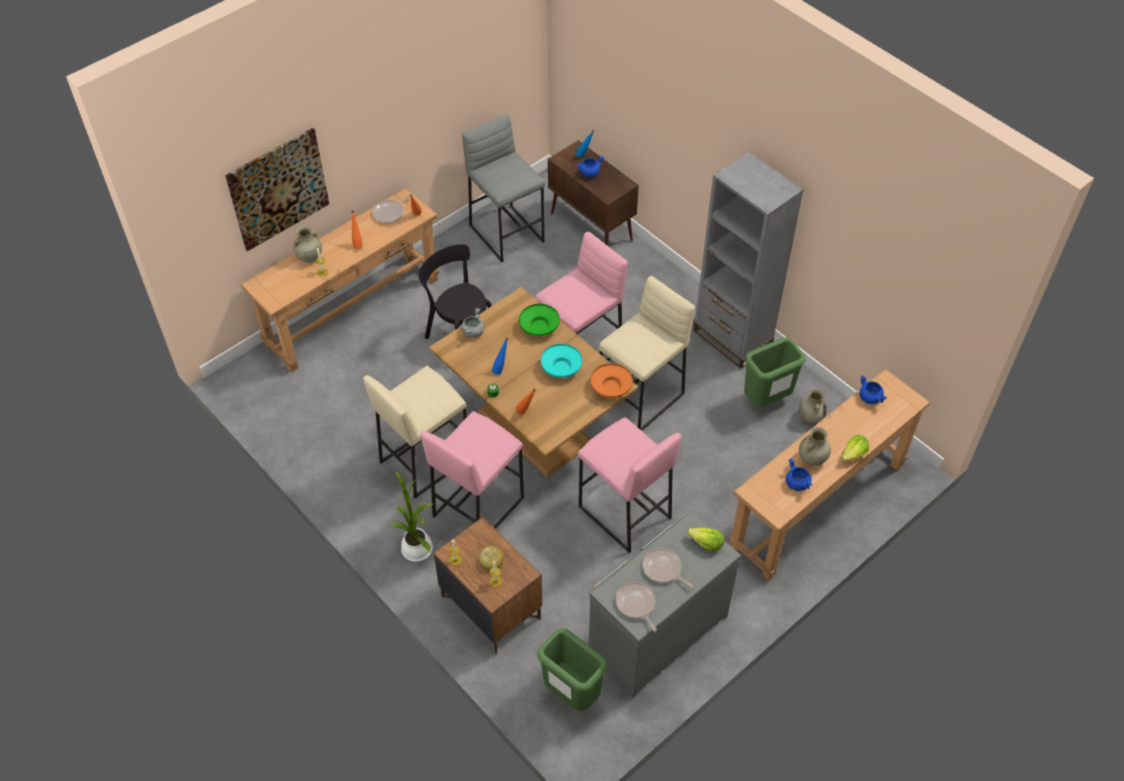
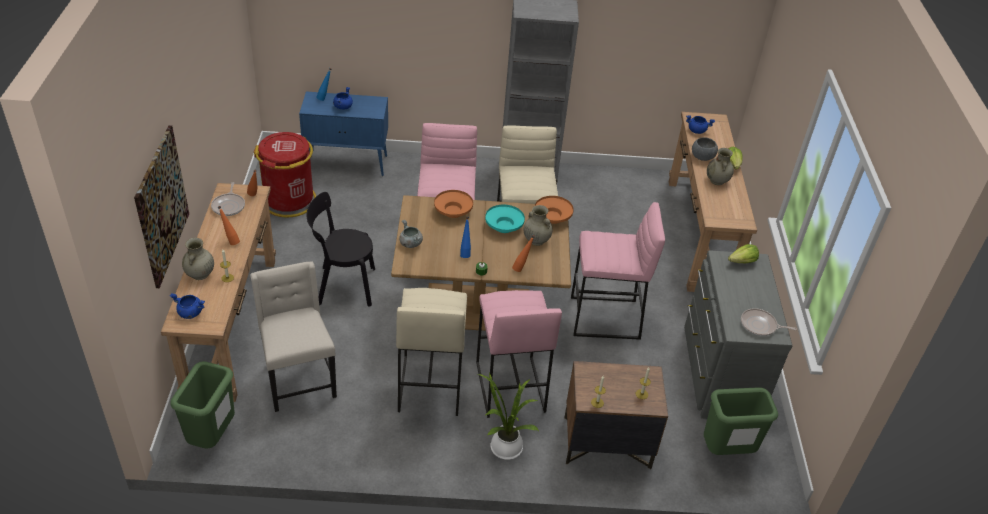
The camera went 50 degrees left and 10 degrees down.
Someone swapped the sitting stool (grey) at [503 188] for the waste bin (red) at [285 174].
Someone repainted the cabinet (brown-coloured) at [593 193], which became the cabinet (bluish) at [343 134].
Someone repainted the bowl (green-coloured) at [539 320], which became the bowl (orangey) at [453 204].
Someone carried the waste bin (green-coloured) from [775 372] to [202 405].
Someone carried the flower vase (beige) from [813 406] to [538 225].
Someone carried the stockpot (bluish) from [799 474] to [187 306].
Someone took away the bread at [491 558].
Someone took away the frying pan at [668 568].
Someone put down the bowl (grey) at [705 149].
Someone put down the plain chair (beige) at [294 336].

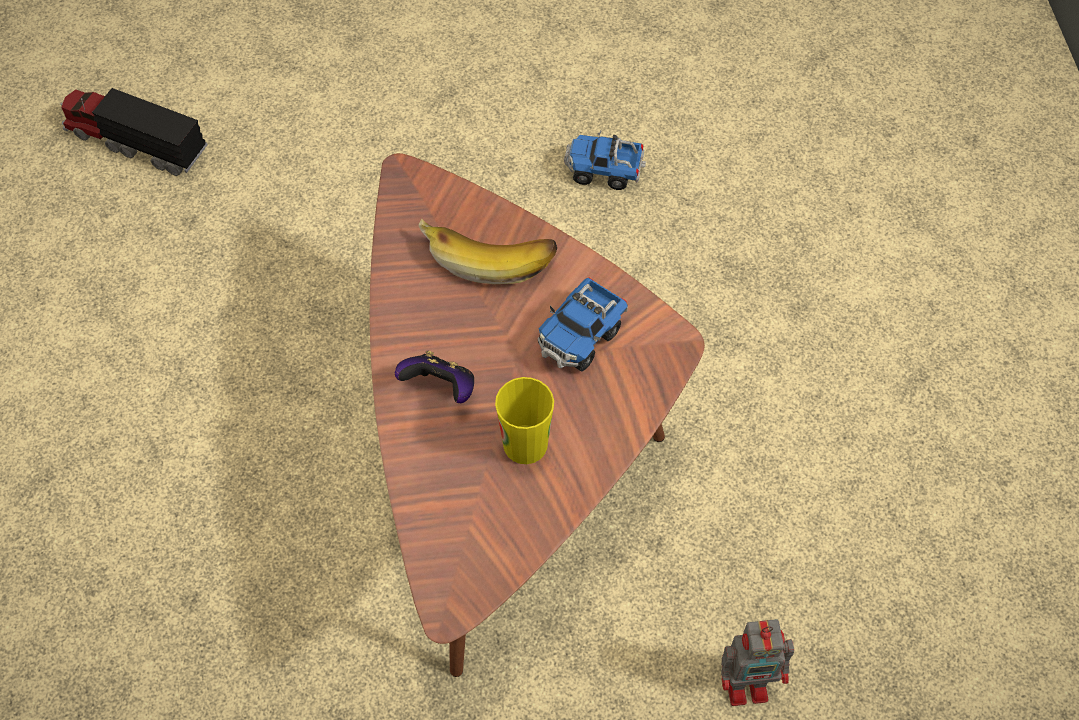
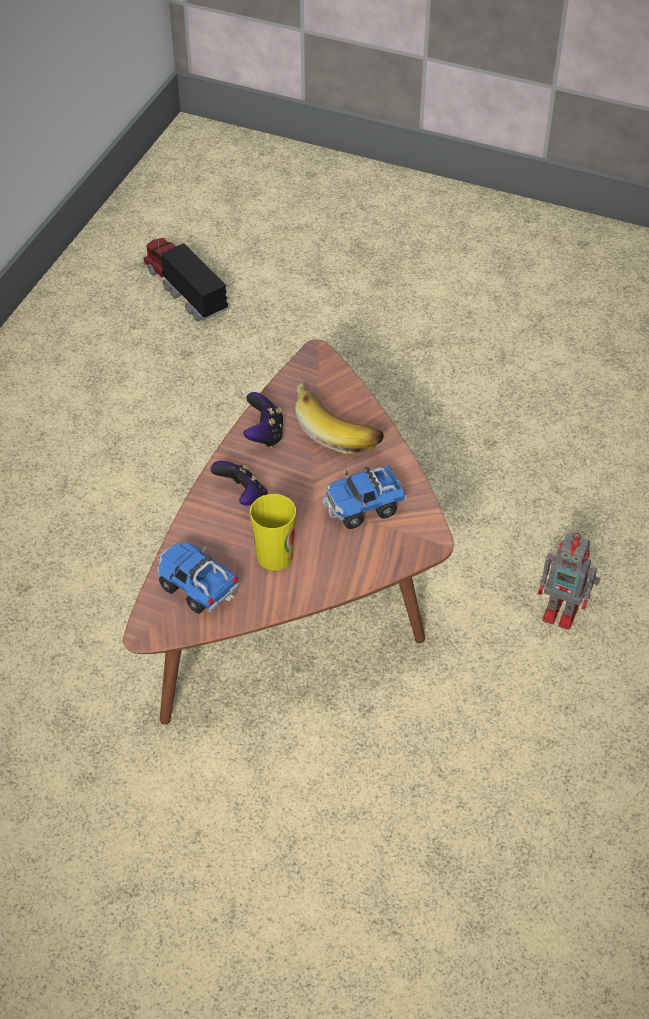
The camera went 30 degrees right and 10 degrees down.
Someone carried the toy lorry from [605 160] to [198 578].
Someone carried the robot figure from [757 662] to [568 581].
Someone put down the game controller at [263 420].

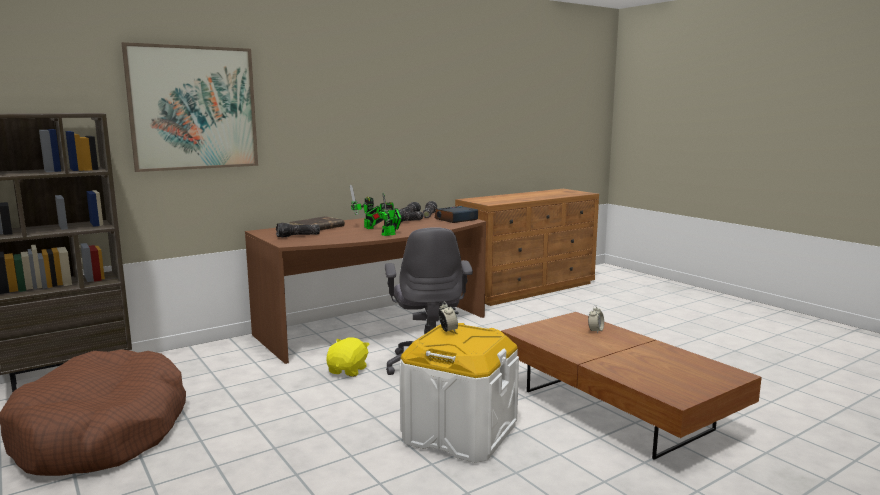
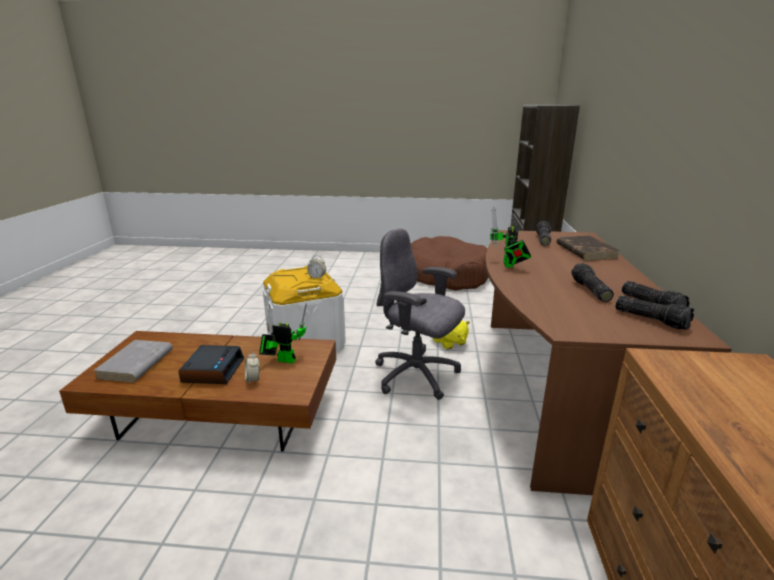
The camera went 130 degrees right and 10 degrees up.
Someone took away the wall picture at [190 107].
Someone carried the robot figure from [366 207] to [283 333].
Someone carried the table clock from [456 214] to [211 364].
Someone put down the volume (grey) at [133 361].

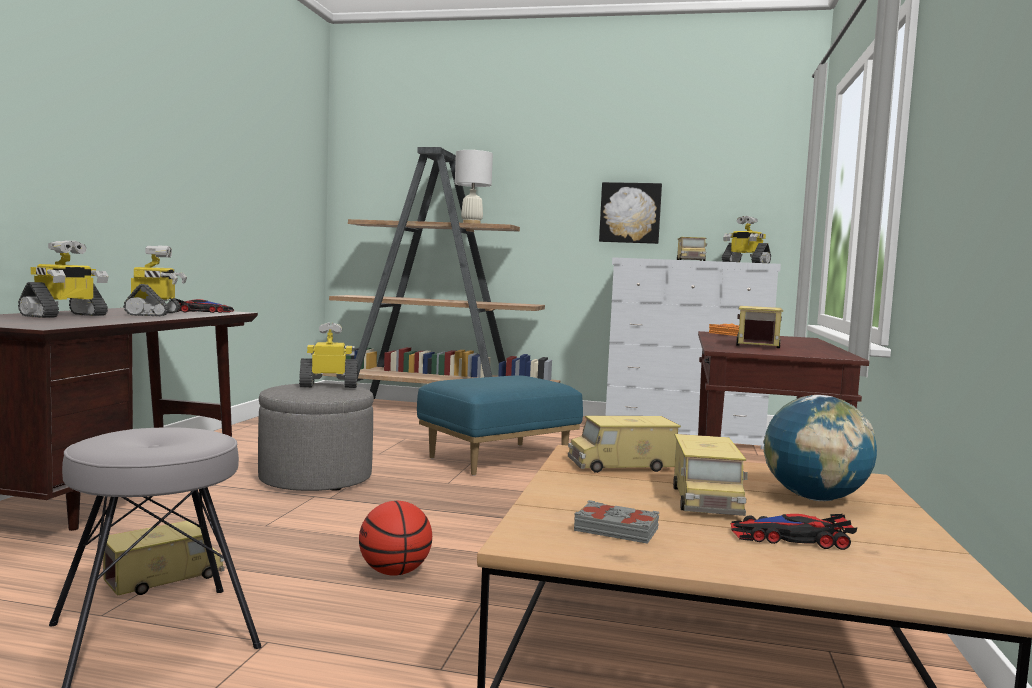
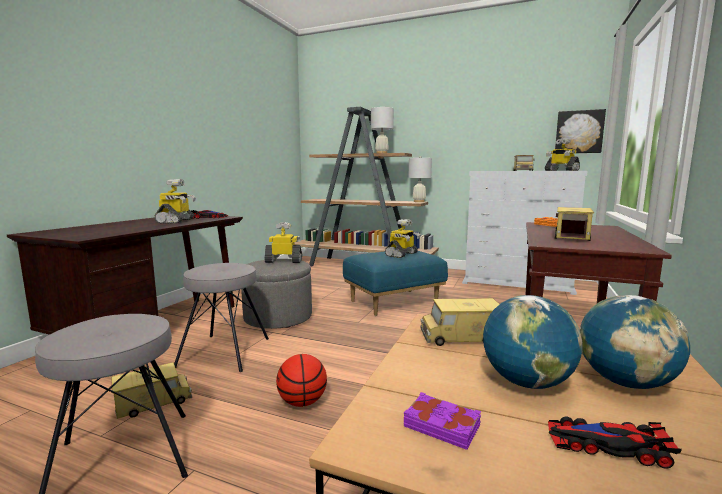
The camera went 10 degrees right and 5 degrees up.
Someone carried the wall picture from [630 213] to [580 131].
Someone carried the robot figure from [63 279] to [403 238].
Someone swapped the toy lorry at [710 475] for the globe at [532 342].
Someone repainted the volume (grey) at [616 522], which became the volume (purplish) at [442 421].
Someone put down the table lamp (whitish) at [420 179].
Someone put down the sitting stool (grey) at [221 317].

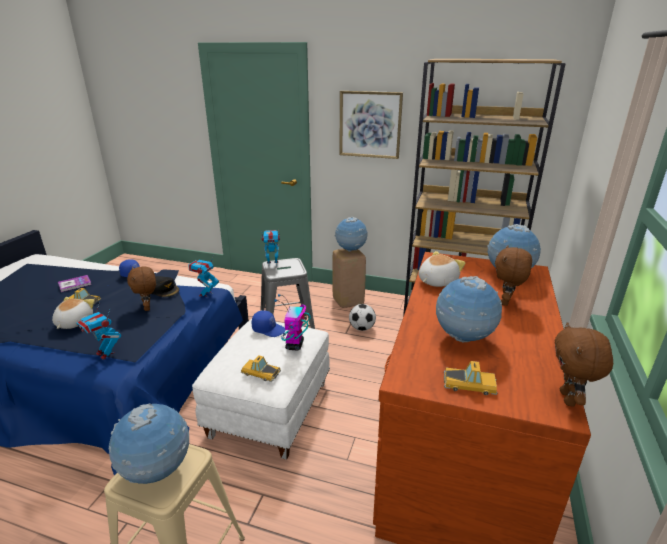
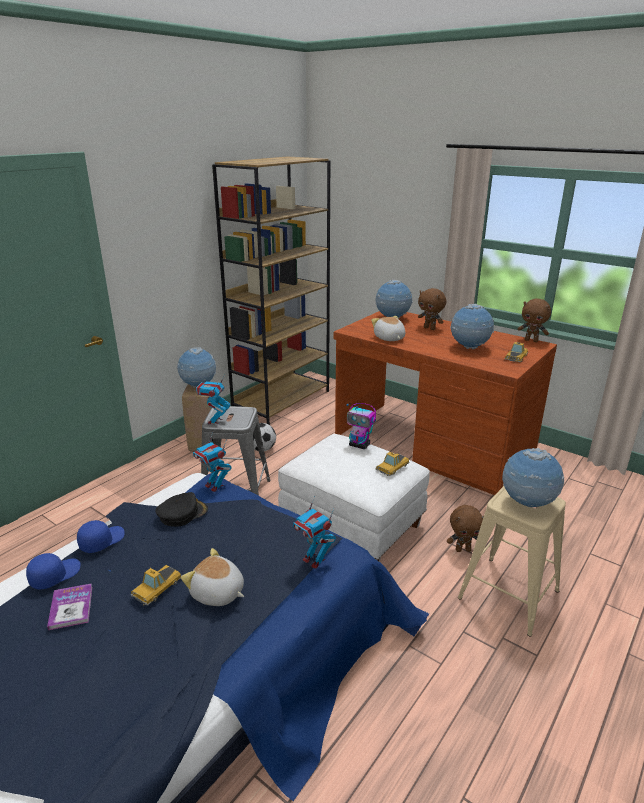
The camera went 70 degrees left and 0 degrees up.
Someone took away the wall picture at [371 125].
Someone carried the plush toy (brown-coloured) from [141 288] to [465 528].
Someone rotated the robot figure at [98 330] by 75 degrees clockwise.
Someone carried the baseball cap (bluish) from [269 323] to [53 571].

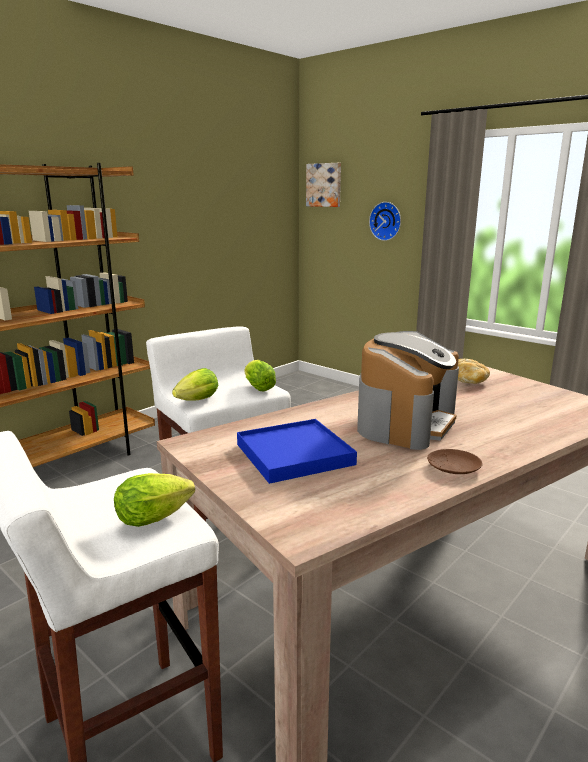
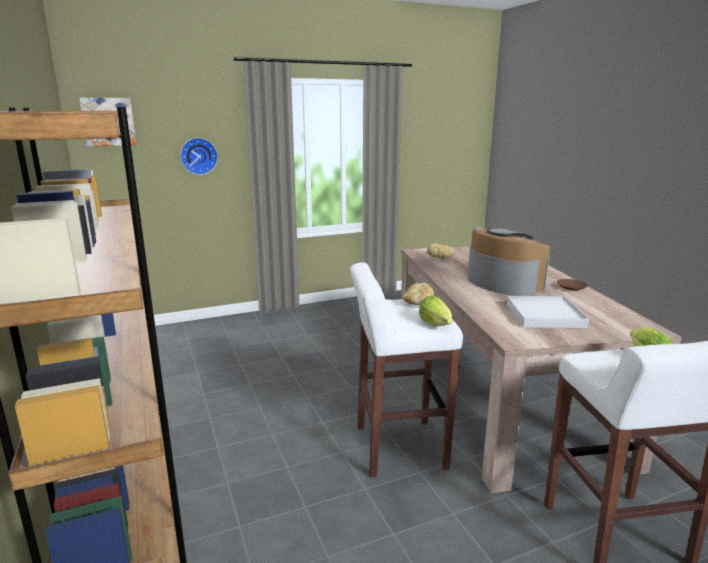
The camera went 65 degrees left and 0 degrees up.
Someone swapped the lettuce head at [260 375] for the bread at [419 294].
Someone repainted the tray (bluish) at [297 451], which became the tray (whitish) at [548 312].

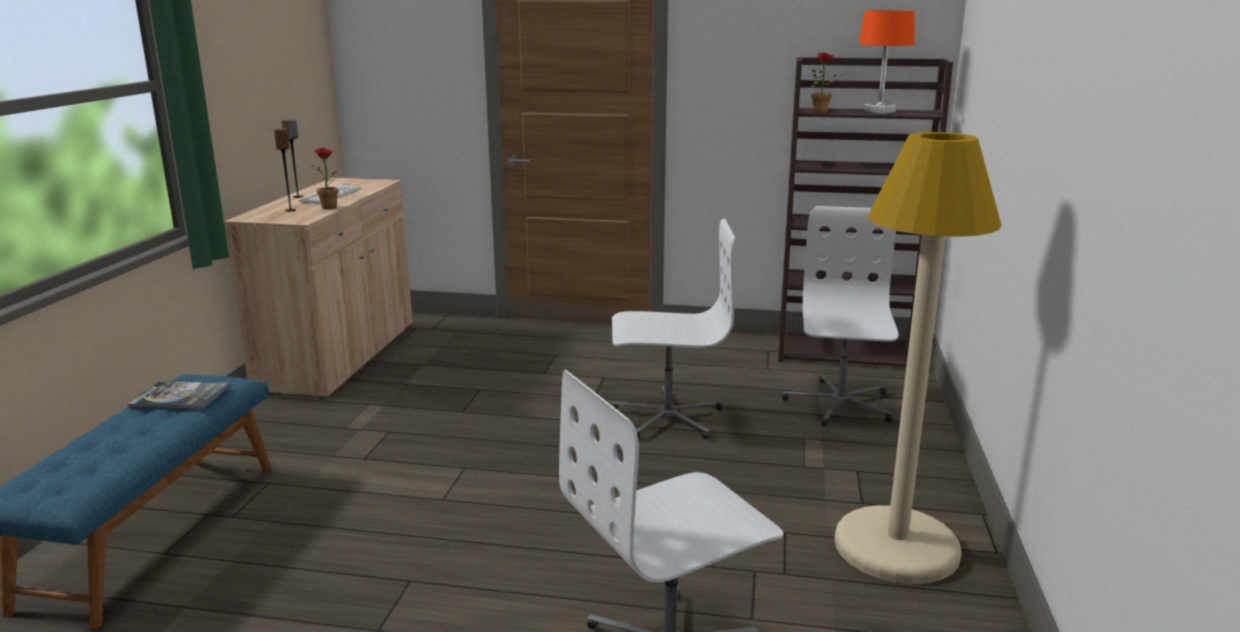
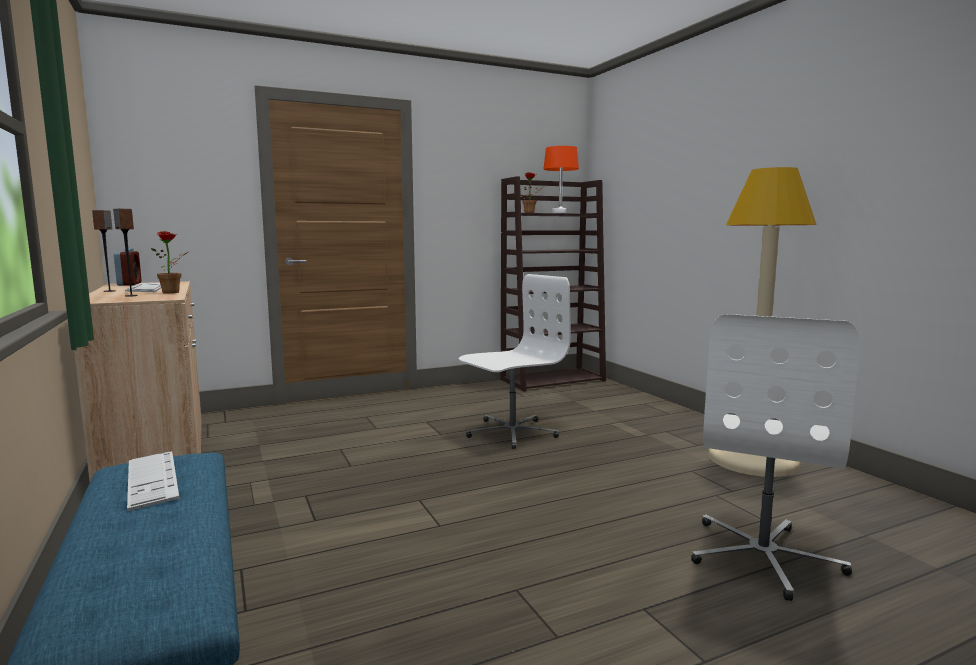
The camera went 35 degrees left and 10 degrees down.
Someone took away the office chair (whitish) at [840 316].
Someone swapped the volume at [179 395] for the PC keyboard at [153 481].
Someone put down the table clock at [128 267].

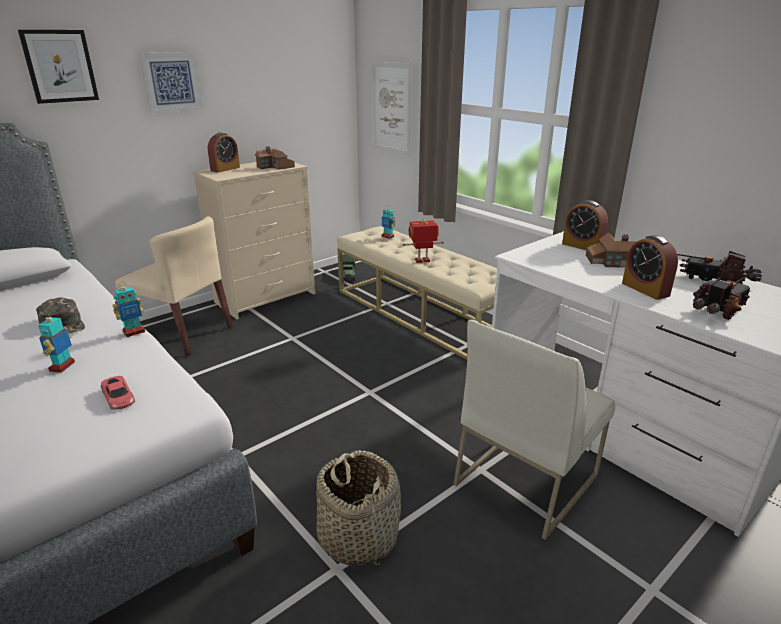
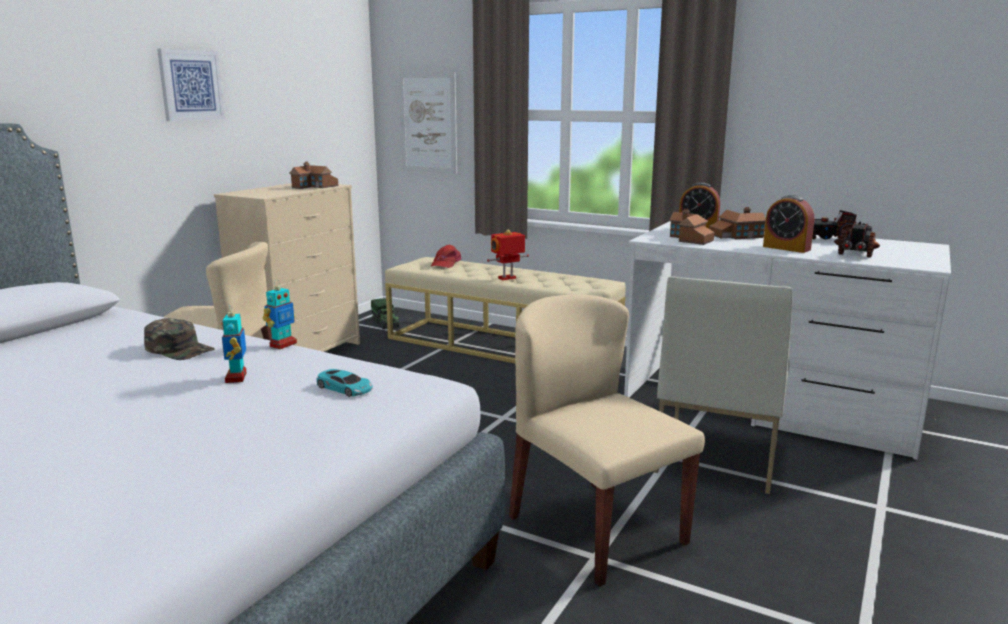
The camera went 20 degrees left and 10 degrees down.
Someone took away the wall picture at [58 67].
Someone took away the table clock at [224 152].
Someone swapped the robot figure at [388 222] for the baseball cap (red) at [446 256].
Someone repainted the miniature car (red) at [118 393], which became the miniature car (blue-green) at [345 383].
Someone swapped the household basket at [358 507] for the plain chair (beige) at [607 440].
Someone put down the toy house at [691 226].

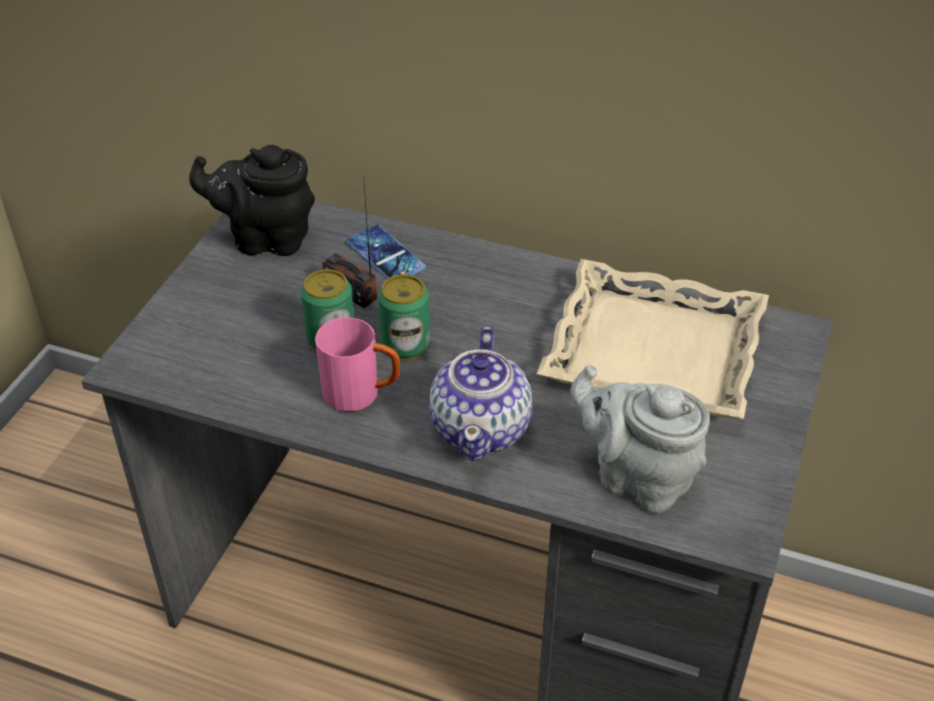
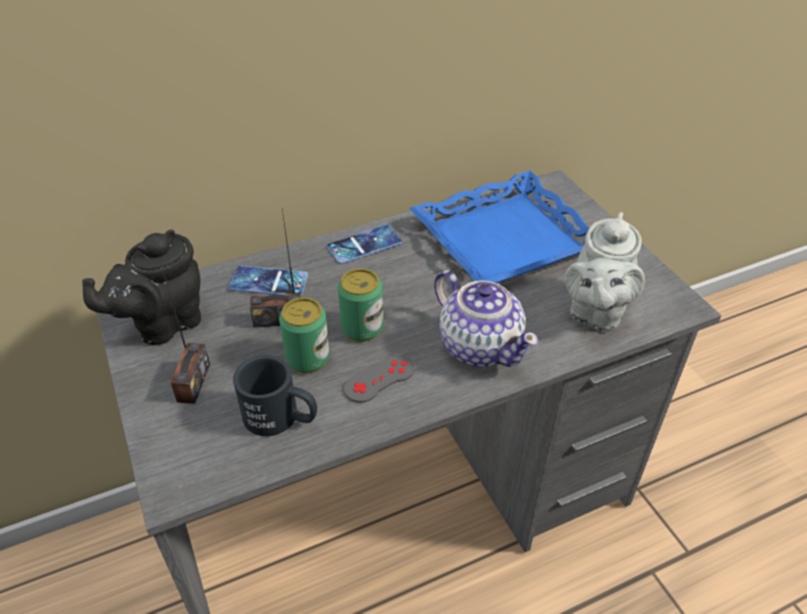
The camera went 45 degrees left and 0 degrees up.
Someone repainted the tray (beige) at [653 339], which became the tray (bluish) at [499 226].
Someone swapped the mug (pinkish) at [357 364] for the game controller (grey) at [379 379].
Someone rotated the tea pot (grey) at [640 439] by 60 degrees counterclockwise.
Someone put down the handset at [364 244].
Someone put down the radio set at [185 333].
Someone put down the mug (black) at [275 395].

